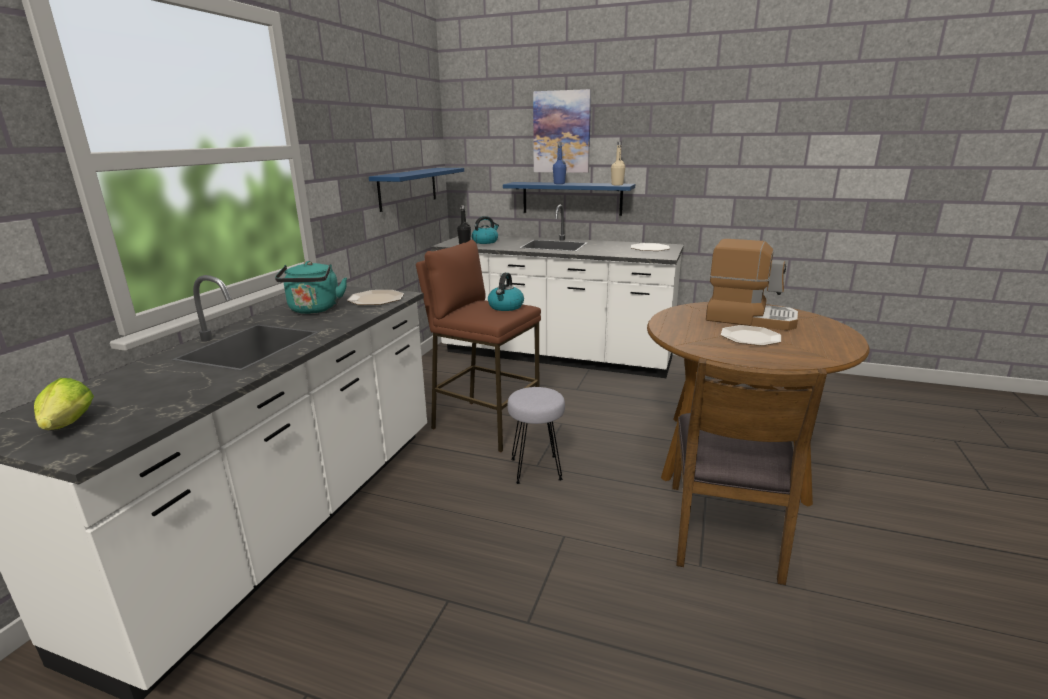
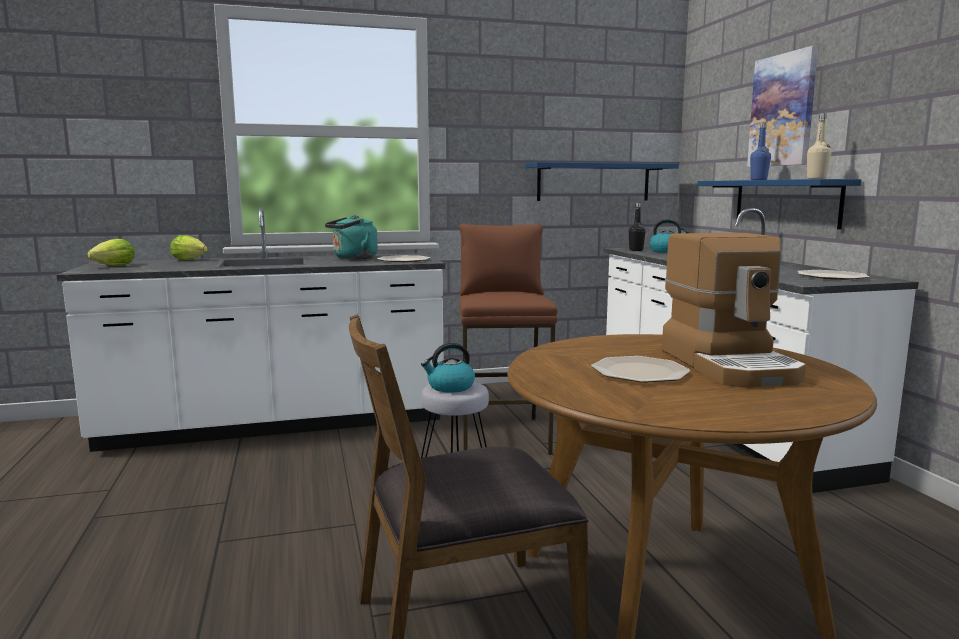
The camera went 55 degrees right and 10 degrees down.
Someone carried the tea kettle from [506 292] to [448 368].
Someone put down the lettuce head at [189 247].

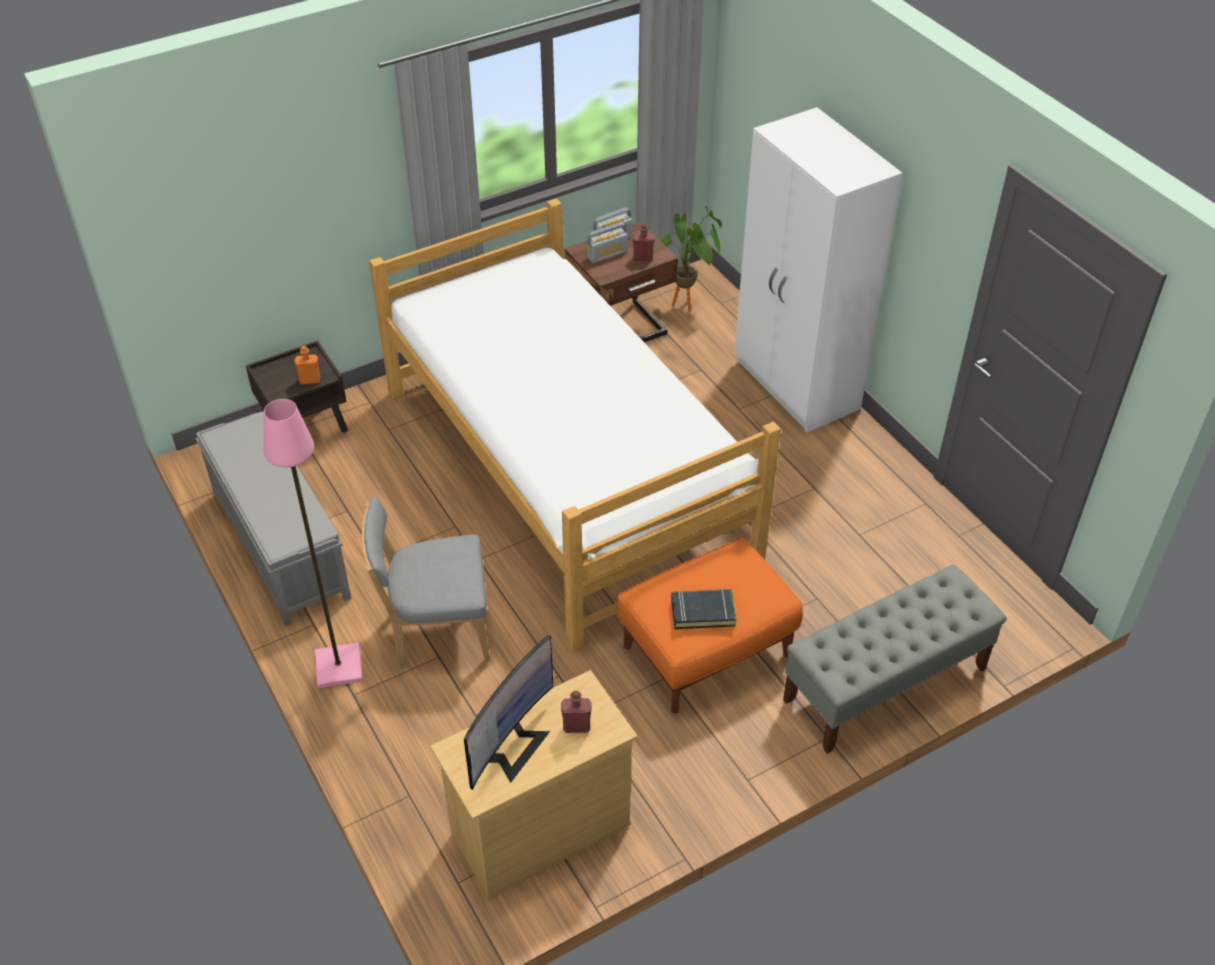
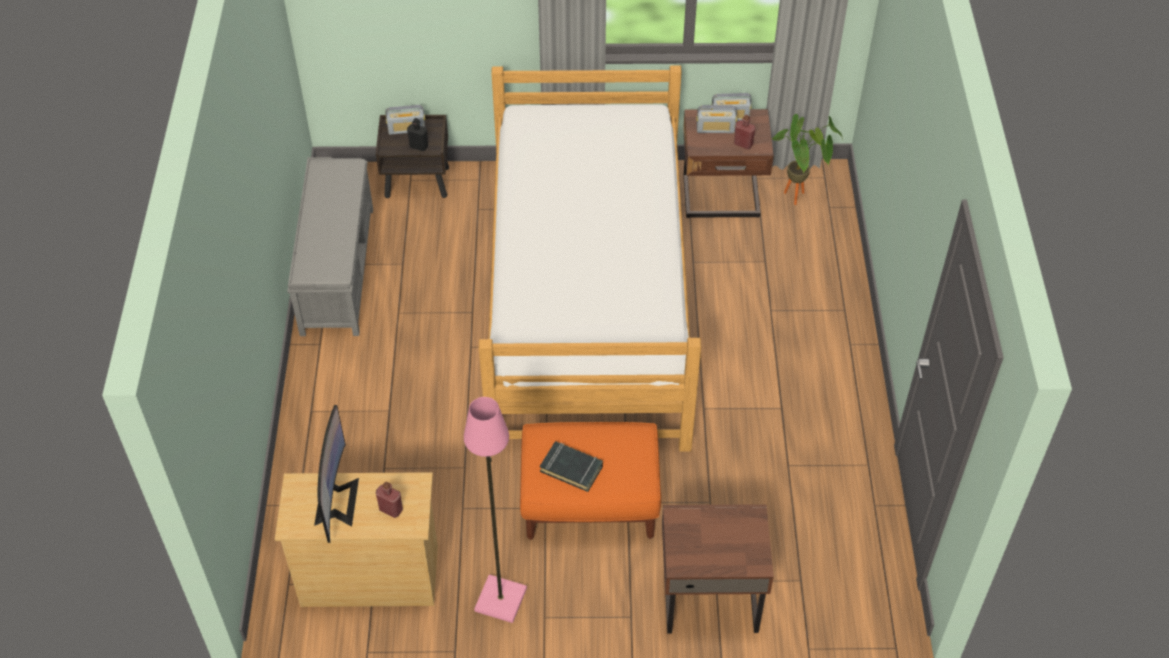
The camera went 30 degrees right and 5 degrees up.
Someone took away the clothes cupboard (whitish) at [818 269].
Someone repainted the bottle (orangey) at [307 365], which became the bottle (black) at [417 134].
Someone carried the standard lamp (pinkish) from [313 543] to [495 510].
Someone took away the plain chair (grey) at [426 583].
Someone swapped the bench (grey) at [895 659] for the night table (brown-coloured) at [718 569].
Someone rotated the monitor at [508 712] by 60 degrees counterclockwise.
Someone put down the radio set at [405 120].

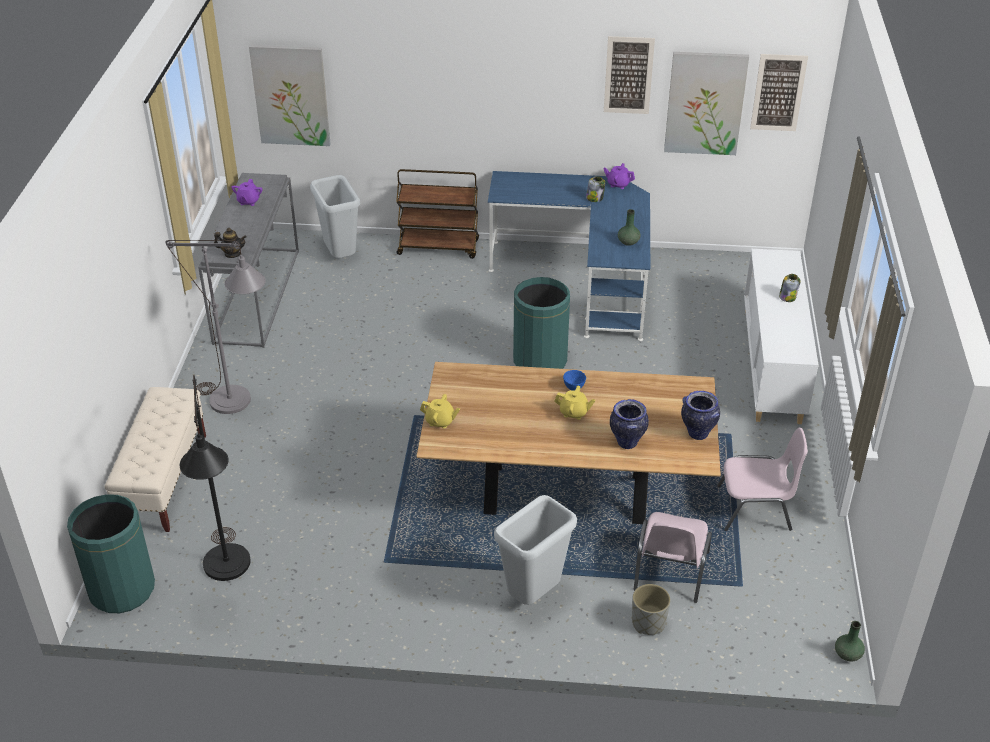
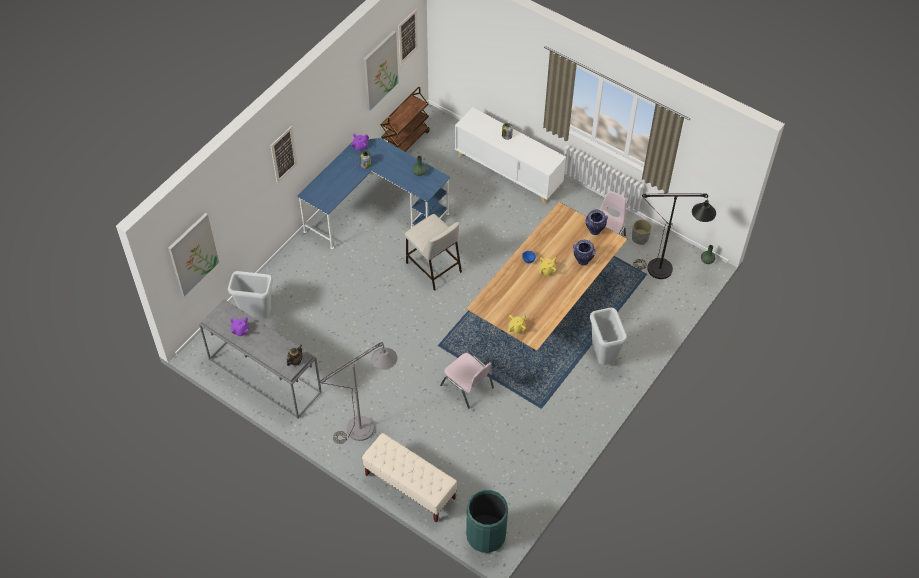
The camera went 60 degrees left and 15 degrees up.
Someone carried the wall picture from [629 75] to [283 154].
Someone carried the cart (brown-coloured) from [437 214] to [405 119].
Someone swapped the waste bin (green-coloured) at [541 323] for the sitting stool (beige) at [433 252].
Someone carried the standard lamp (black) from [215 478] to [674 236].
Someone carried the plain chair (pinkish) from [673 557] to [467 381].
Someone carried the plant pot (grey) from [651 609] to [642 232].

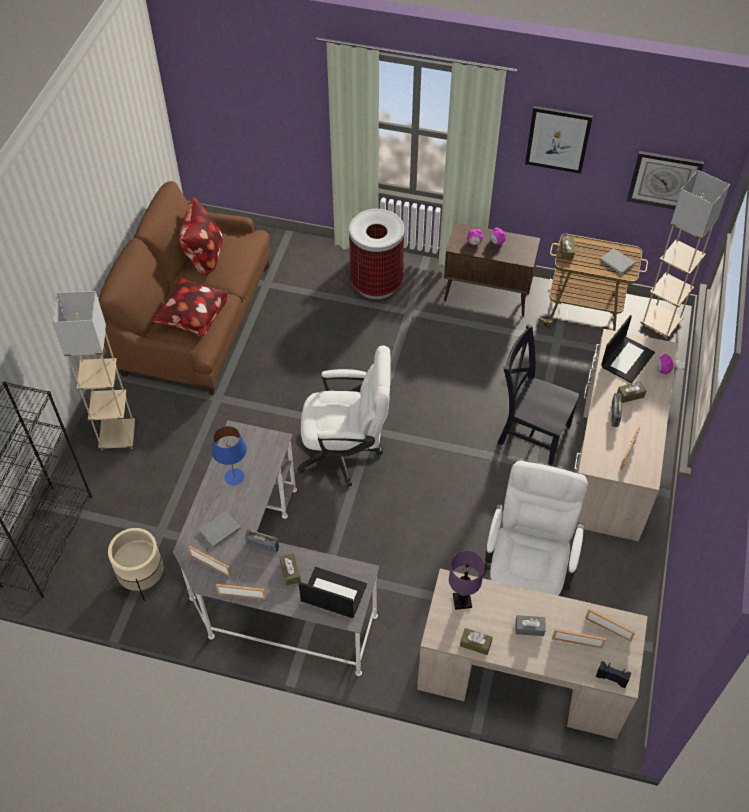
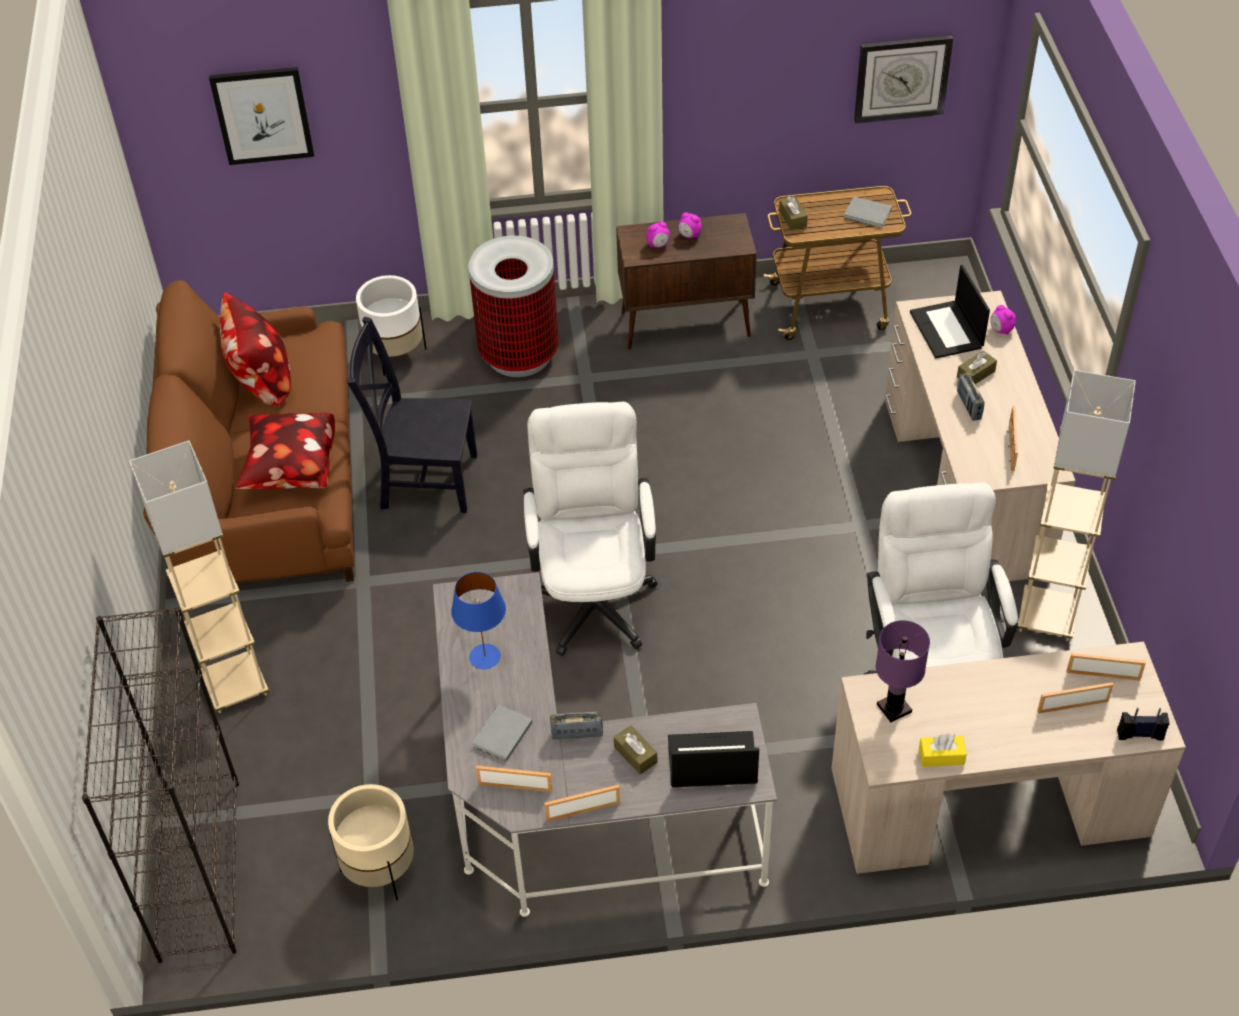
The camera went 20 degrees left and 5 degrees down.
Someone carried the wall picture from [559 140] to [261 116].
Someone carried the standard lamp (beige) from [685 254] to [1076 505].
Someone rotated the portable computer at [628 349] by 150 degrees clockwise.
Someone carried the plain chair (black) from [539 394] to [412 415].
Someone rotated the office chair (whitish) at [344 416] by 75 degrees counterclockwise.
Someone took away the tissue holder (grey) at [530 625].
Someone repainted the tissue holder (brown-coloured) at [476 641], which became the tissue holder (yellowish) at [943 750].
Someone put down the plant pot (whitish) at [391 325].

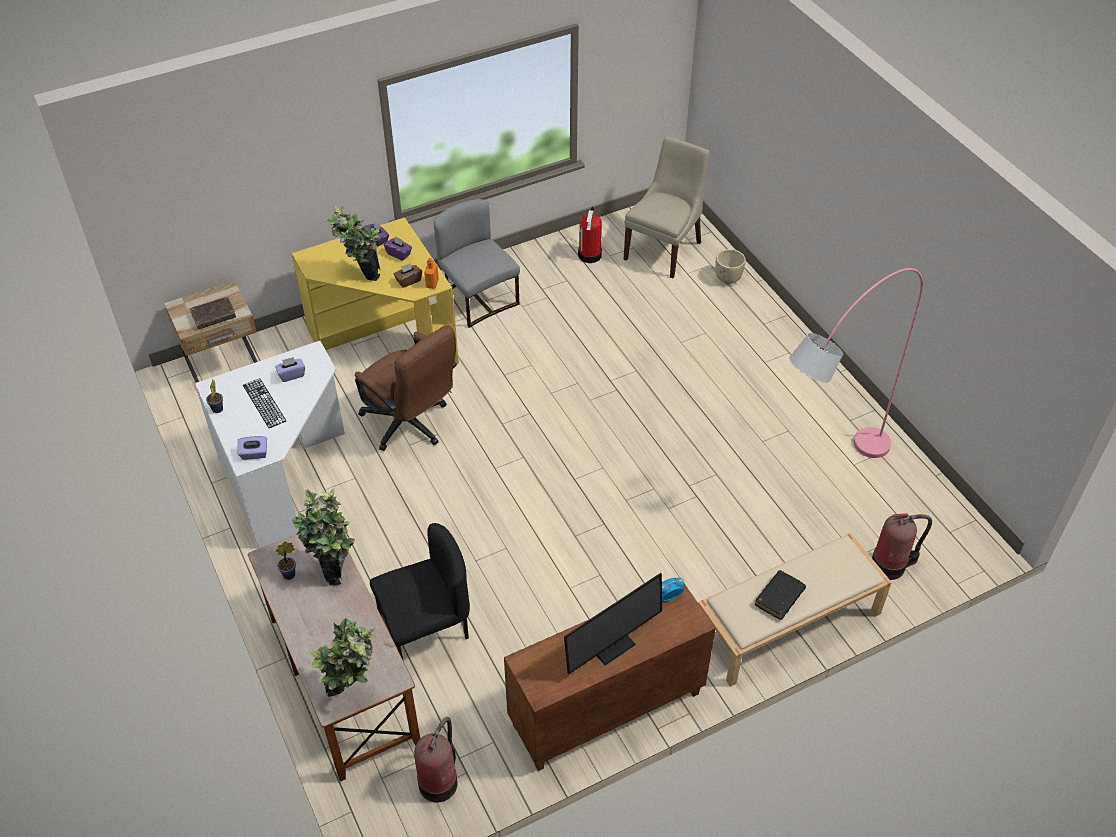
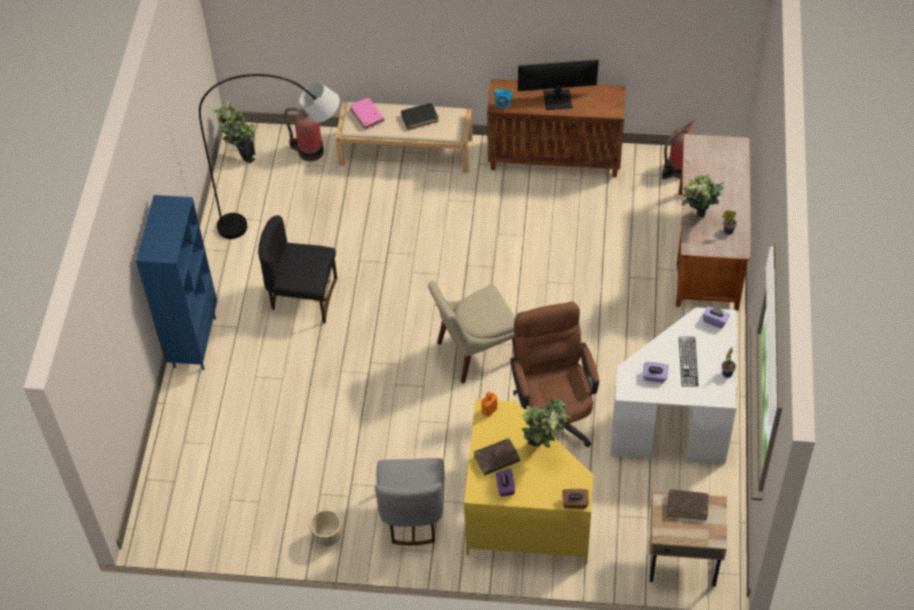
The camera went 145 degrees left and 5 degrees up.
Someone carried the plain chair (beige) from [666 207] to [472 332].
Someone took away the fire extinguisher at [590 235].
Someone swapped the tissue holder (purplish) at [398 248] for the volume (brown-coloured) at [497 456].
Someone carried the plant pot (beige) from [730 266] to [326 528].
Someone carried the tissue holder (brown-coloured) from [408 275] to [575 499].
Someone repainted the standard lamp (pinkish) at [856 363], which became the standard lamp (grey) at [269 156].
Someone carried the plain chair (black) from [420 591] to [297 269].
Someone carried the potted plant from [343 657] to [234 131].
Someone put down the volume (pinkish) at [367 114].
Someone put down the bookshelf (bluish) at [176 282].

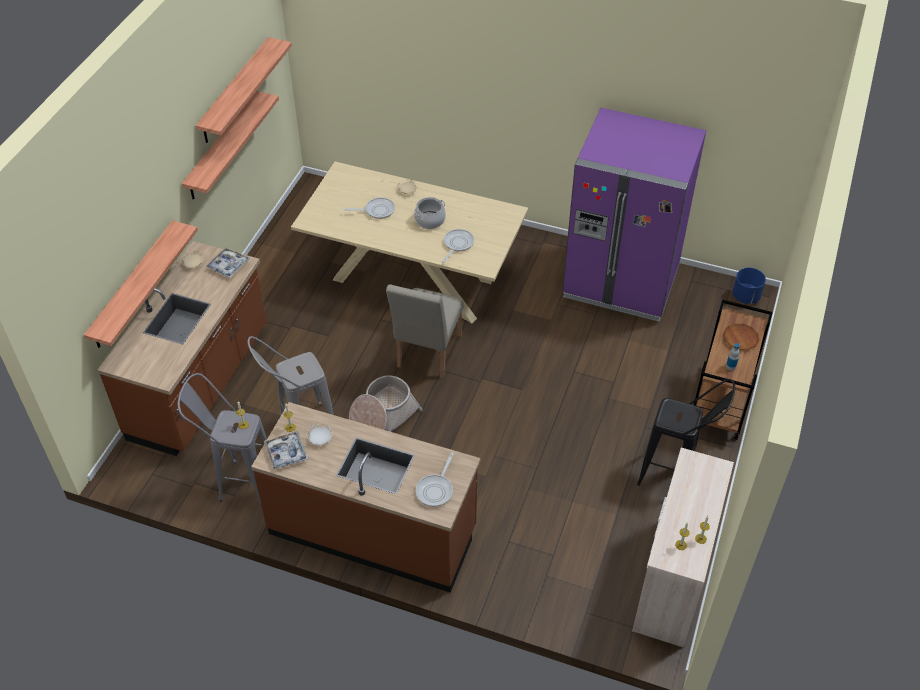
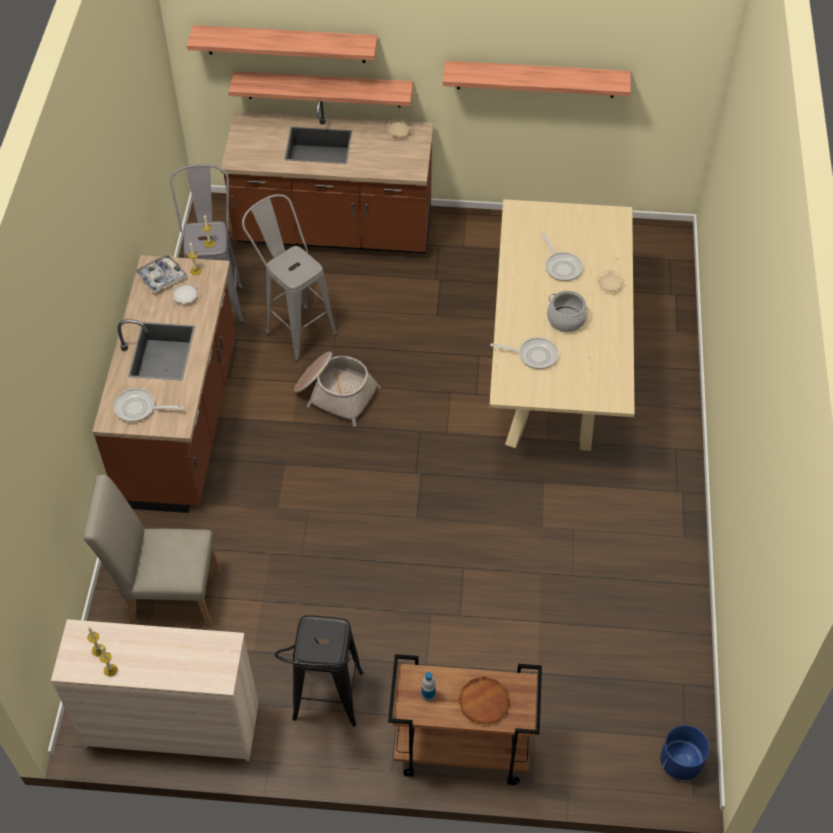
The camera went 75 degrees right and 5 degrees up.
Someone carried the bracket shelf from [244 90] to [282 44].
Someone took away the kitchen fridge (purplish) at [634 215].
Someone took away the tray at [228 262].
Someone carried the plain chair (beige) from [425 331] to [151 551].

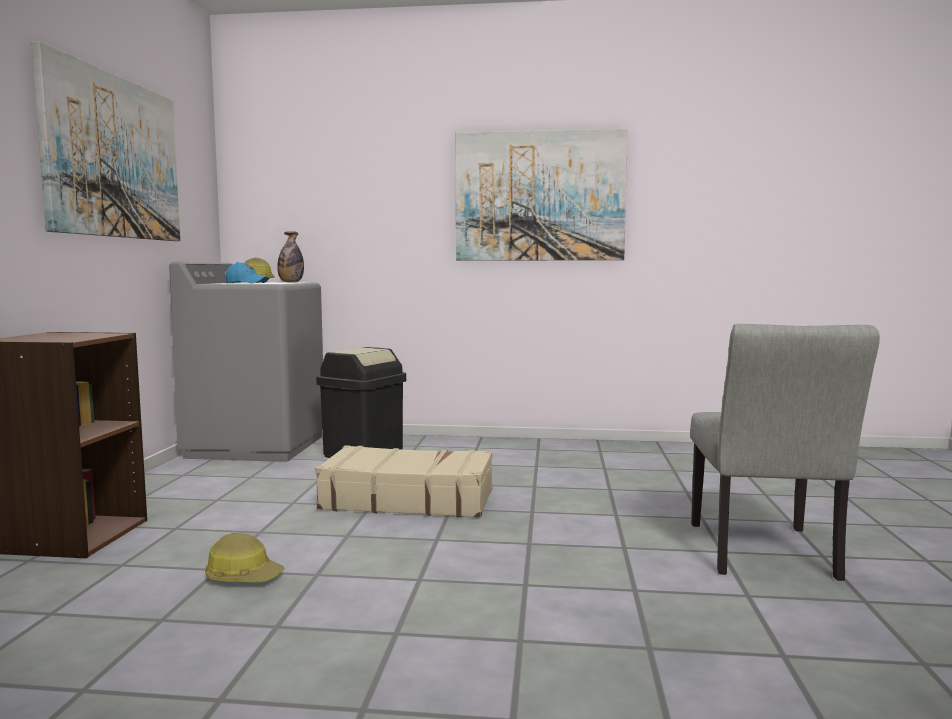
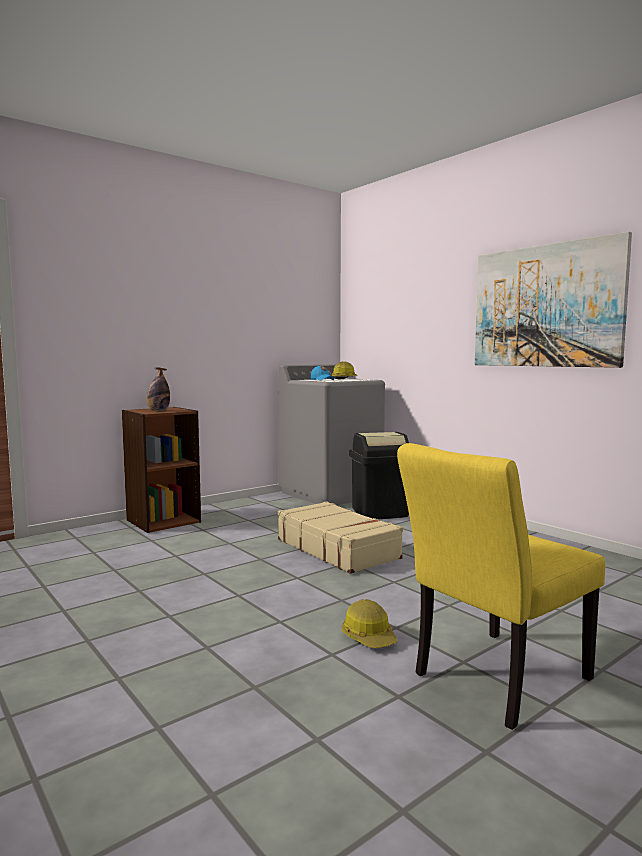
The camera went 45 degrees right and 0 degrees up.
Someone took away the wall picture at [105 141].
Someone carried the bottle from [290 257] to [158 389].
Someone repainted the plain chair (grey) at [785 452], which became the plain chair (yellowish) at [501 586].
Someone carried the safety helmet from [245 558] to [370 623].

